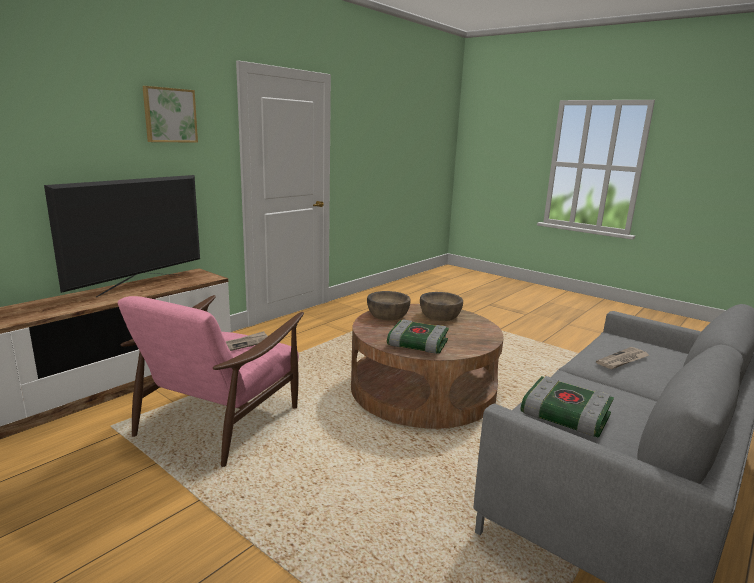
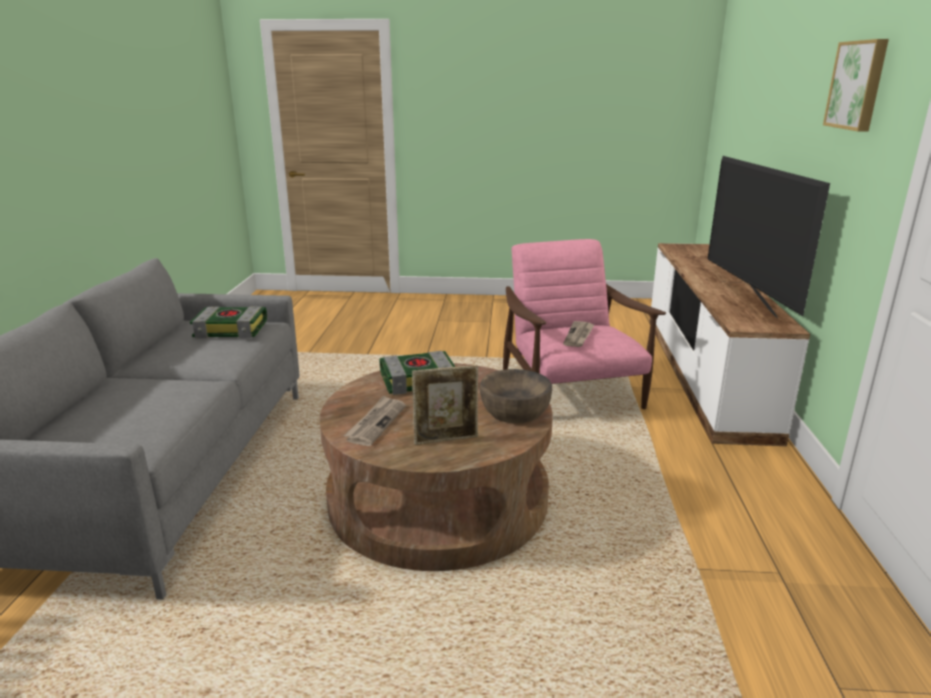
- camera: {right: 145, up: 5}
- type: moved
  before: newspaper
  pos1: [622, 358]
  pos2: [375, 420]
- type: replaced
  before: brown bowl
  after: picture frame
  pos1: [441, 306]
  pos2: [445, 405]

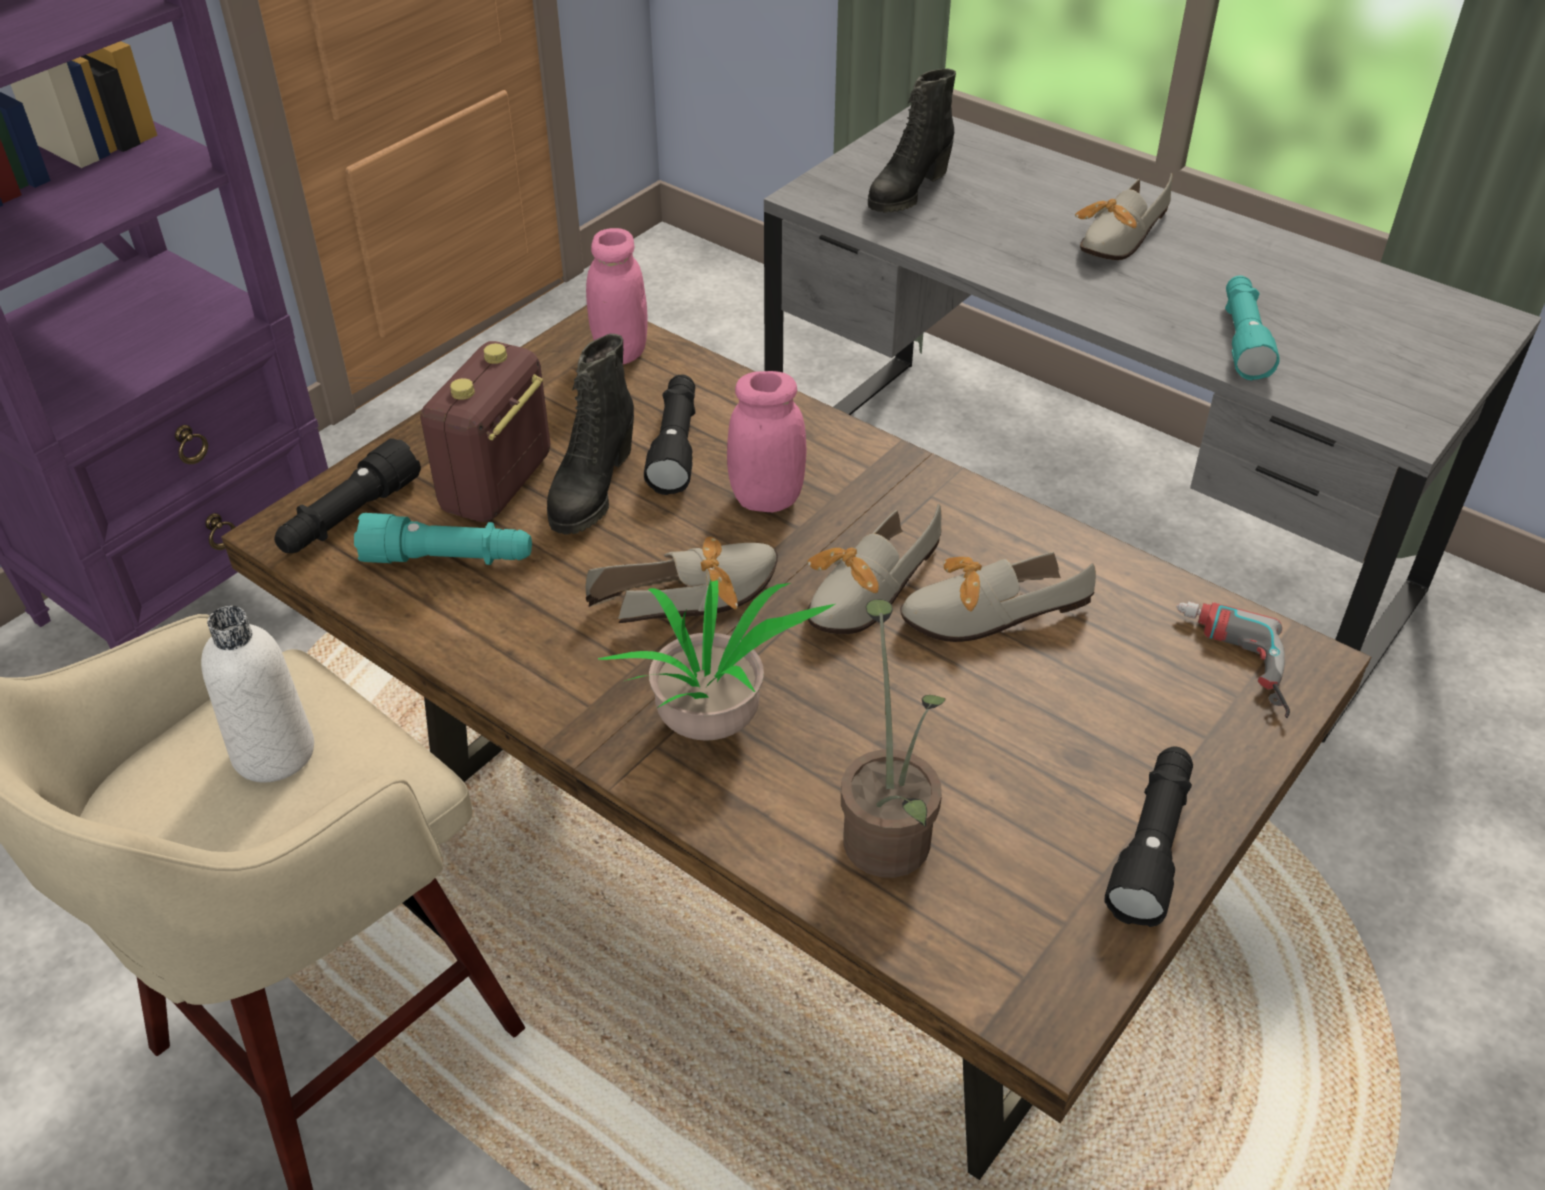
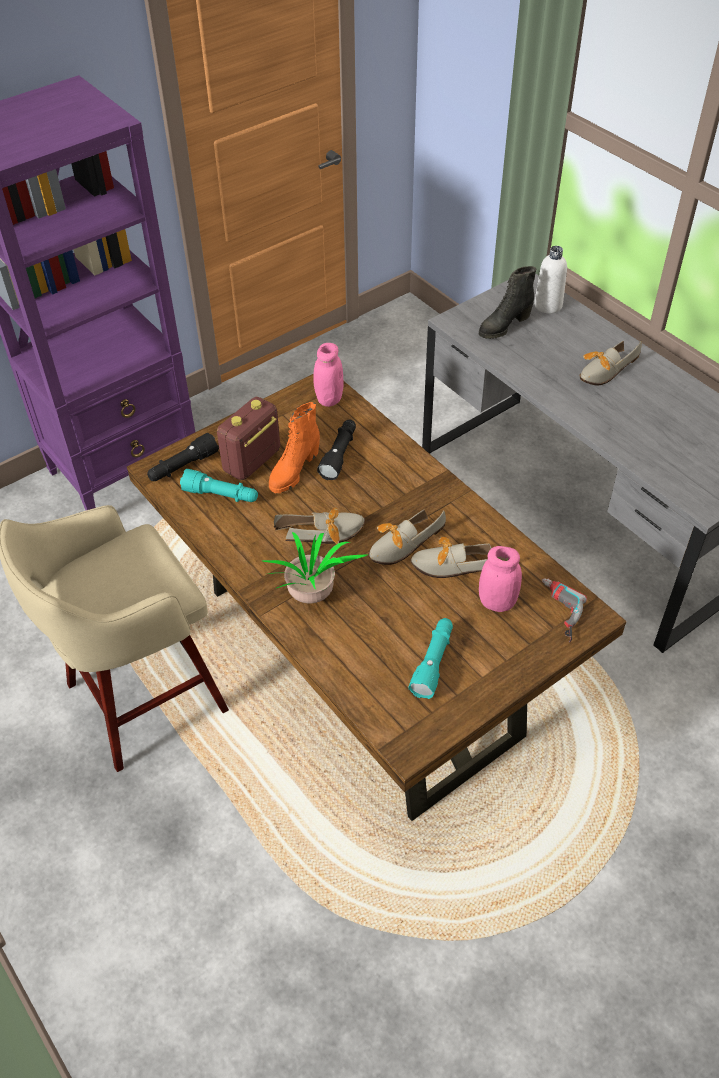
- camera: {right: 15, up: 5}
- type: recoloured
  before: black boot
  after: orange boot
  pos1: [590, 434]
  pos2: [294, 447]
- type: moved
  before: turquoise flashlight
  pos1: [1252, 328]
  pos2: [431, 658]
- type: moved
  before: pink jar
  pos1: [767, 441]
  pos2: [500, 579]
- type: moved
  before: white bottle
  pos1: [257, 694]
  pos2: [550, 280]
- type: removed
  before: potted plant
  pos1: [893, 738]
- type: removed
  before: black flashlight
  pos1: [1149, 837]

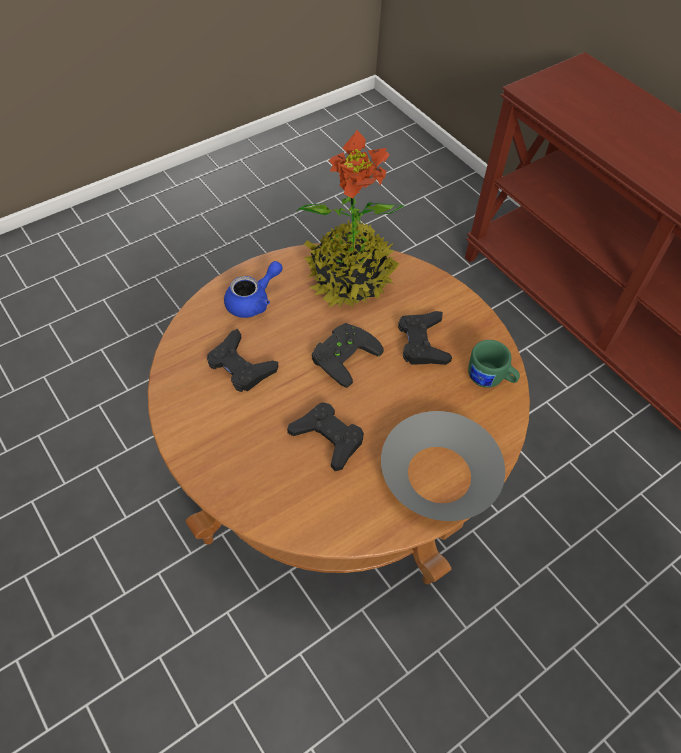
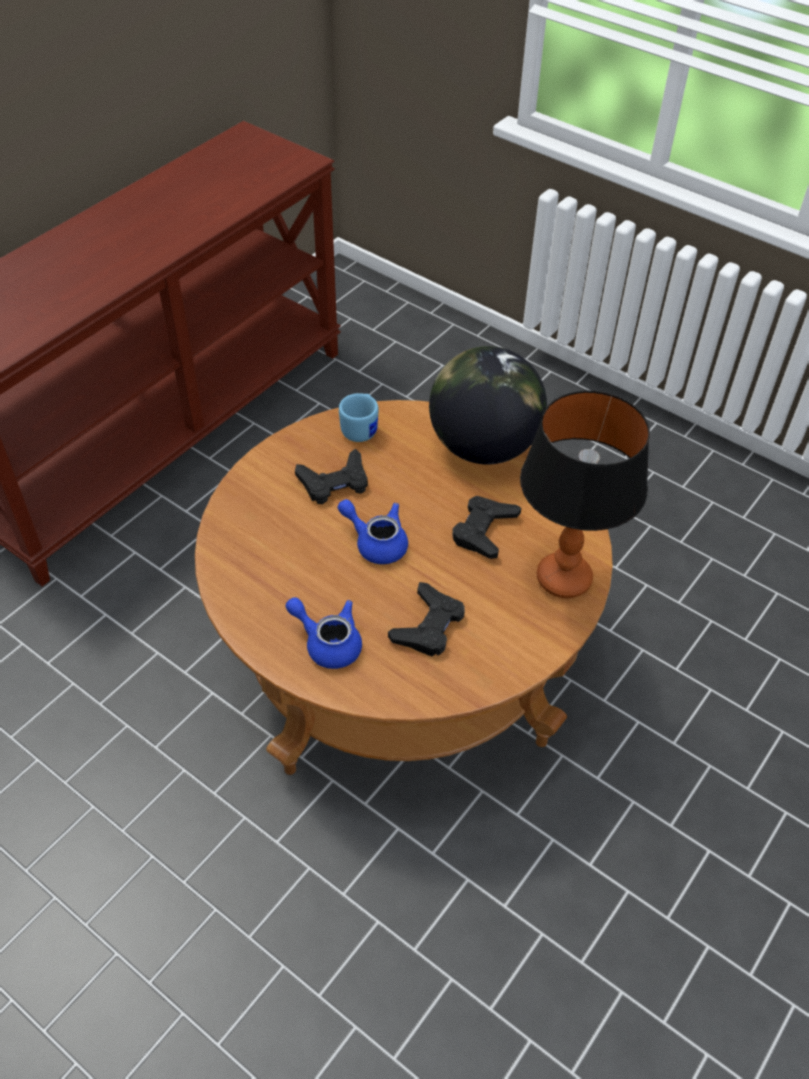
- camera: {right: -105, up: -5}
- type: replaced
  before: black game controller
  after: blue teapot
  pos1: [348, 355]
  pos2: [373, 531]
- type: recoloured
  before: green mug
  after: blue mug
  pos1: [494, 364]
  pos2: [359, 417]
- type: replaced
  before: grey bowl
  after: globe
  pos1: [443, 466]
  pos2: [488, 405]
- type: added
  after: table lamp
  pos2: [585, 494]
- type: removed
  before: potted plant
  pos1: [351, 219]

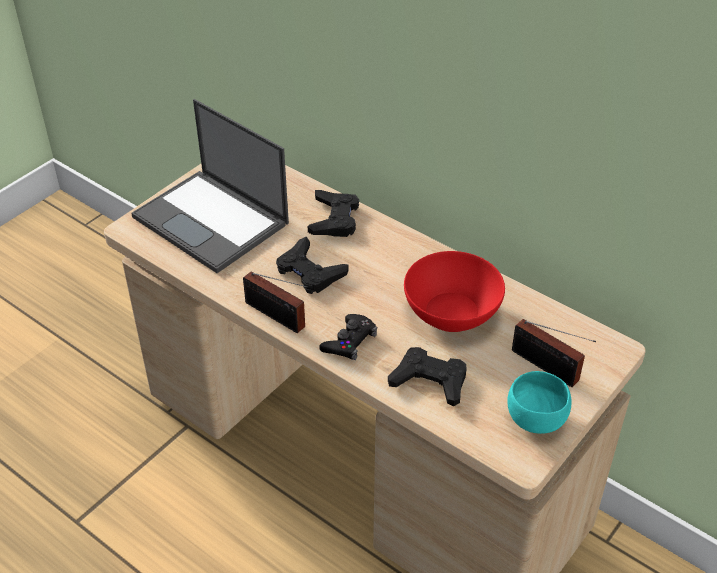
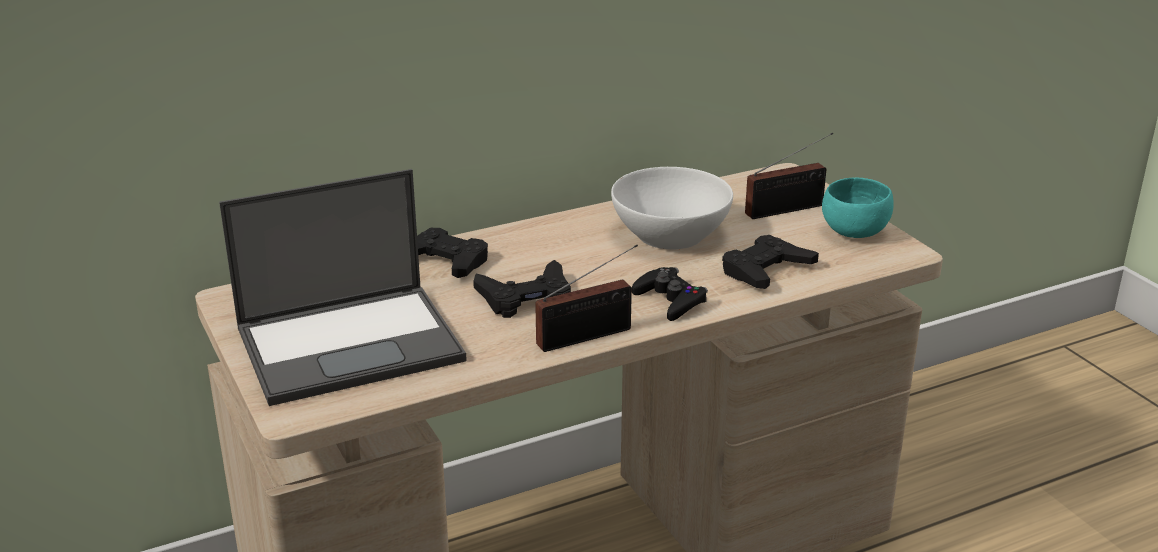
- camera: {right: -65, up: -15}
- type: recoloured
  before: red bowl
  after: white bowl
  pos1: [454, 291]
  pos2: [672, 208]

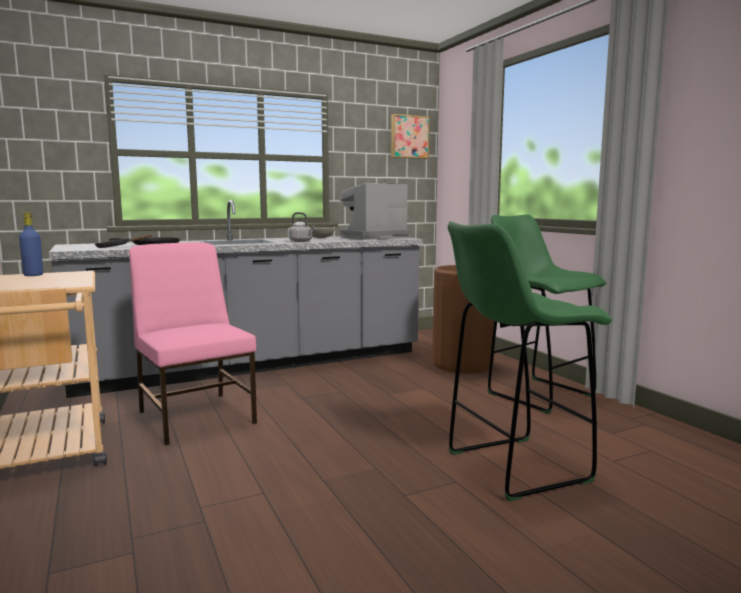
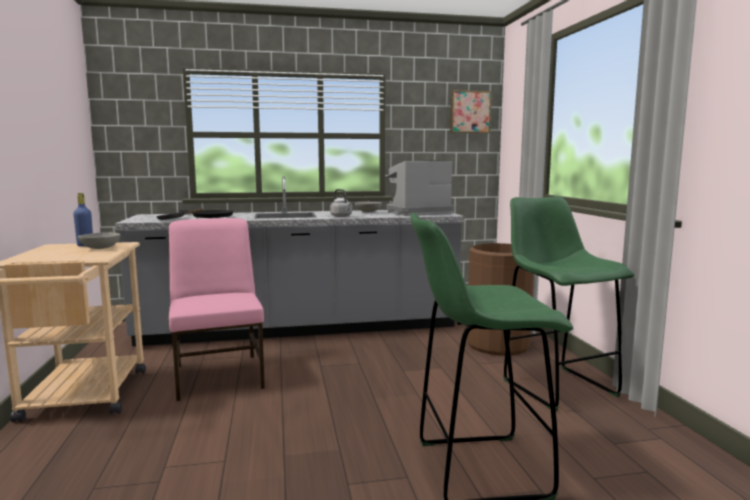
- camera: {right: 15, up: 0}
- type: added
  after: grey bowl
  pos2: [99, 240]

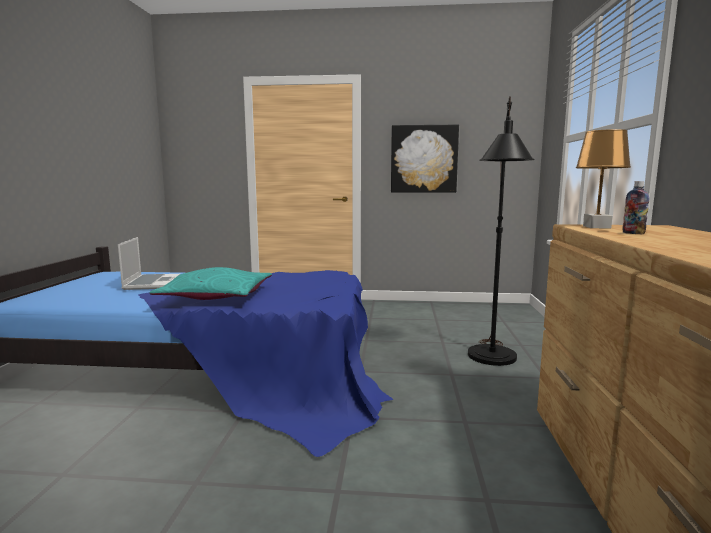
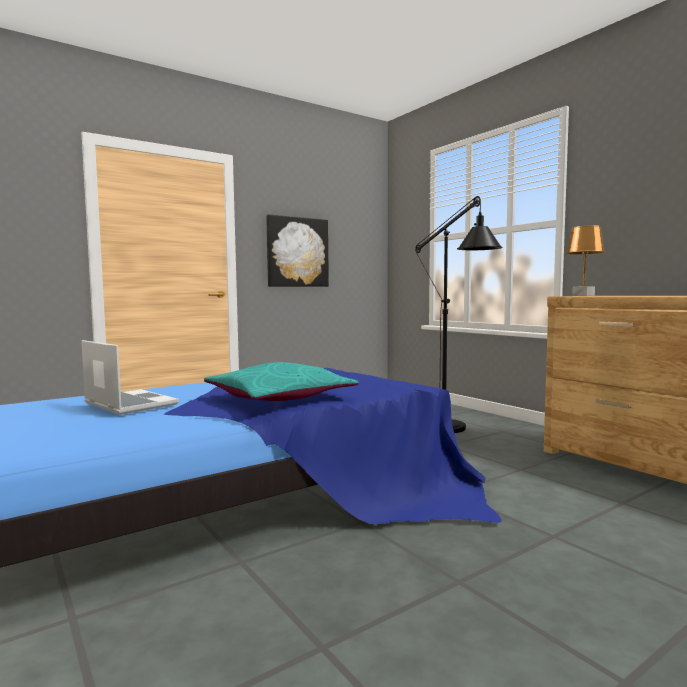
- camera: {right: -40, up: -5}
- type: removed
  before: bottle
  pos1: [635, 207]

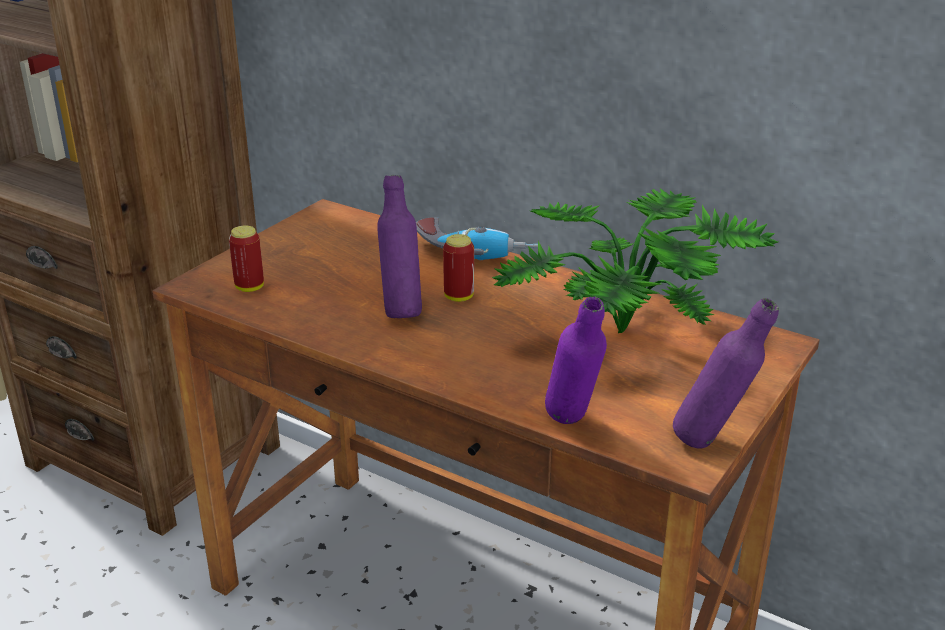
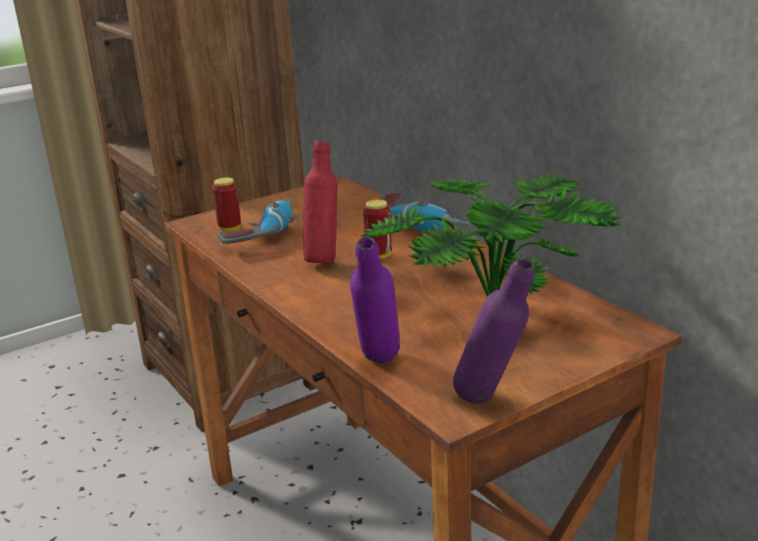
- camera: {right: 25, up: -5}
- type: added
  after: power drill
  pos2: [255, 221]
- type: recoloured
  before: purple bottle
  after: red bottle
  pos1: [399, 246]
  pos2: [320, 201]

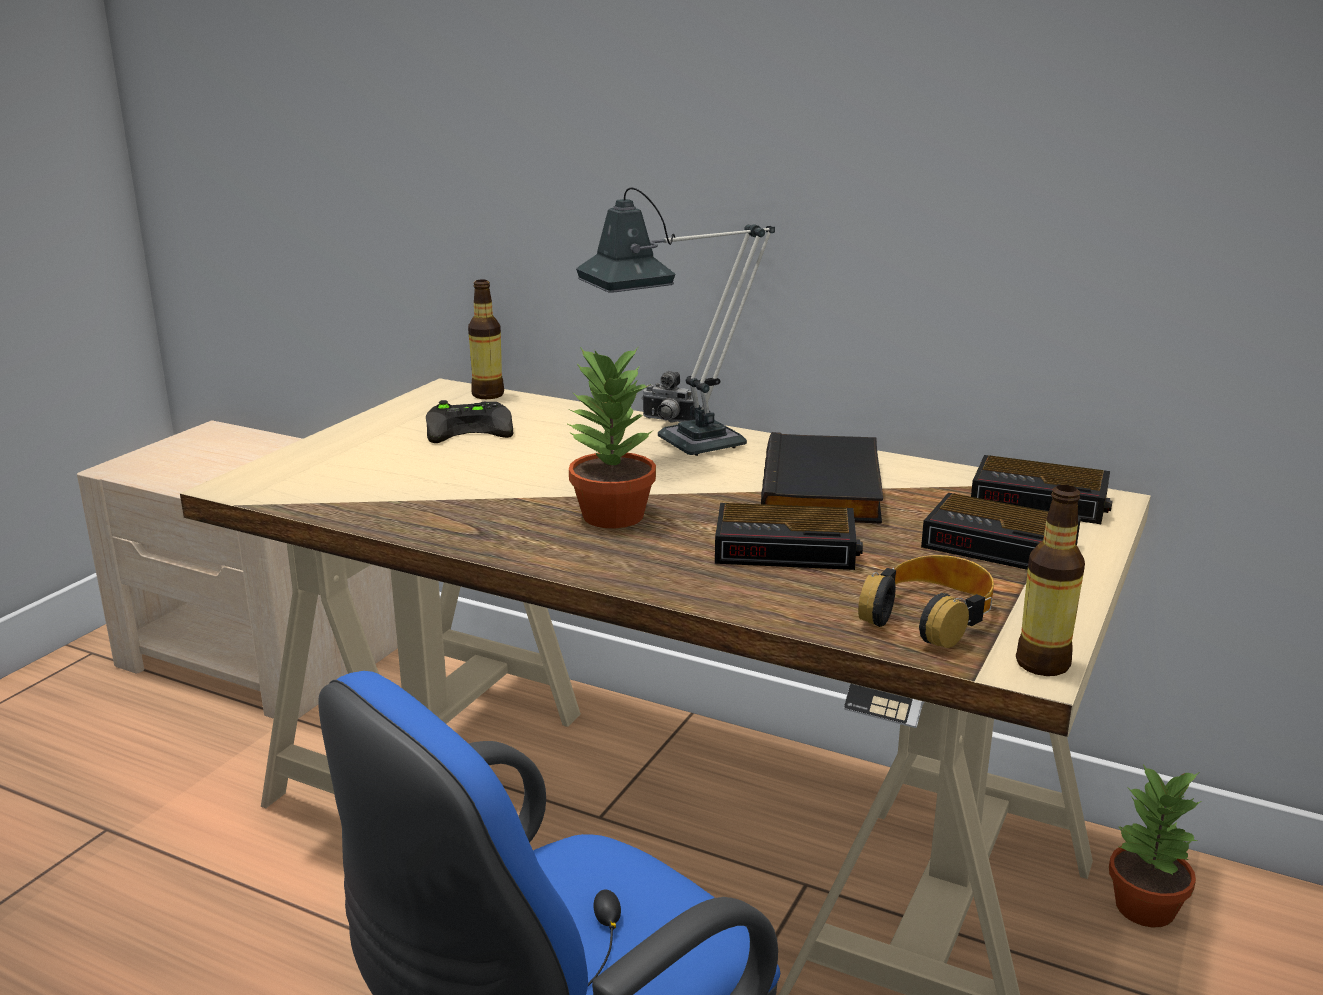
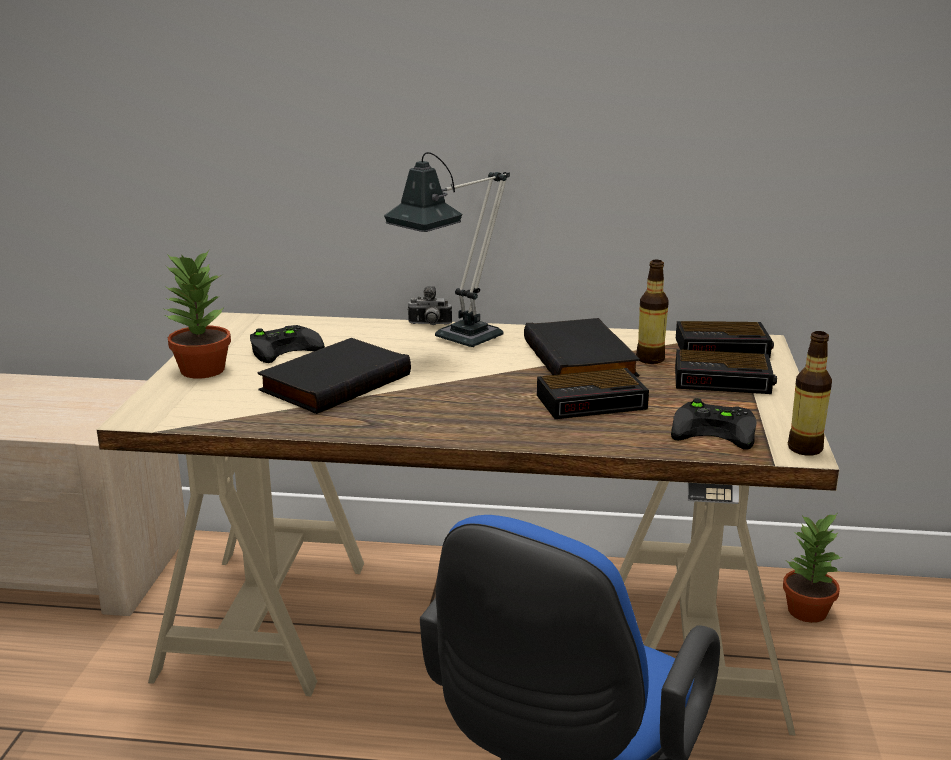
- camera: {right: -20, up: 0}
- type: moved
  before: potted plant
  pos1: [611, 437]
  pos2: [198, 314]
- type: added
  after: black book
  pos2: [334, 376]
- type: moved
  before: bottle
  pos1: [486, 339]
  pos2: [652, 312]
- type: replaced
  before: headphones
  after: black game controller
  pos1: [926, 601]
  pos2: [713, 424]

